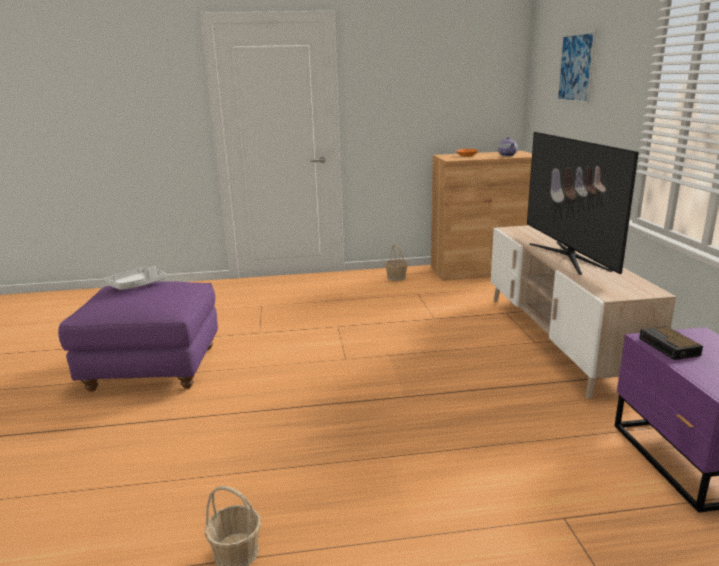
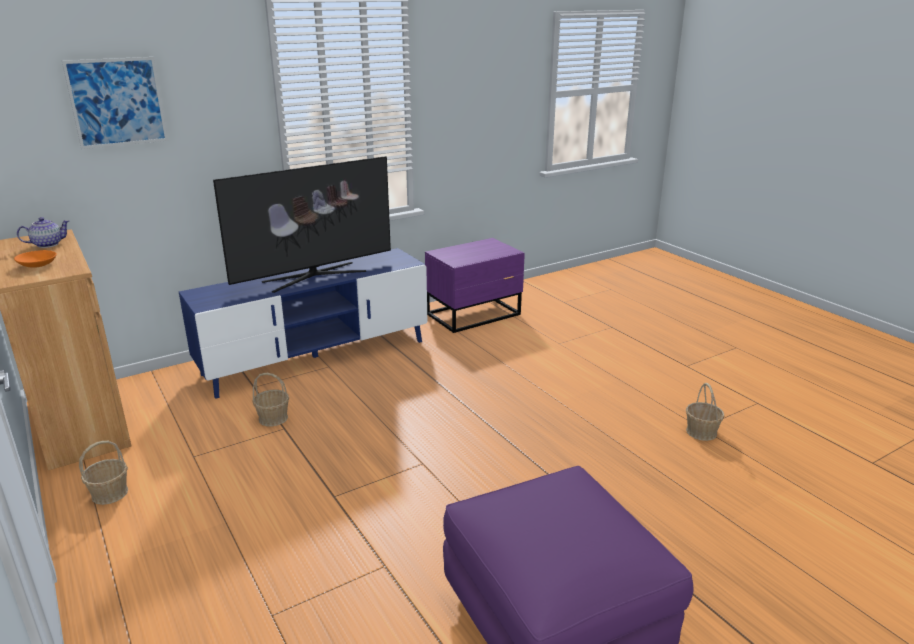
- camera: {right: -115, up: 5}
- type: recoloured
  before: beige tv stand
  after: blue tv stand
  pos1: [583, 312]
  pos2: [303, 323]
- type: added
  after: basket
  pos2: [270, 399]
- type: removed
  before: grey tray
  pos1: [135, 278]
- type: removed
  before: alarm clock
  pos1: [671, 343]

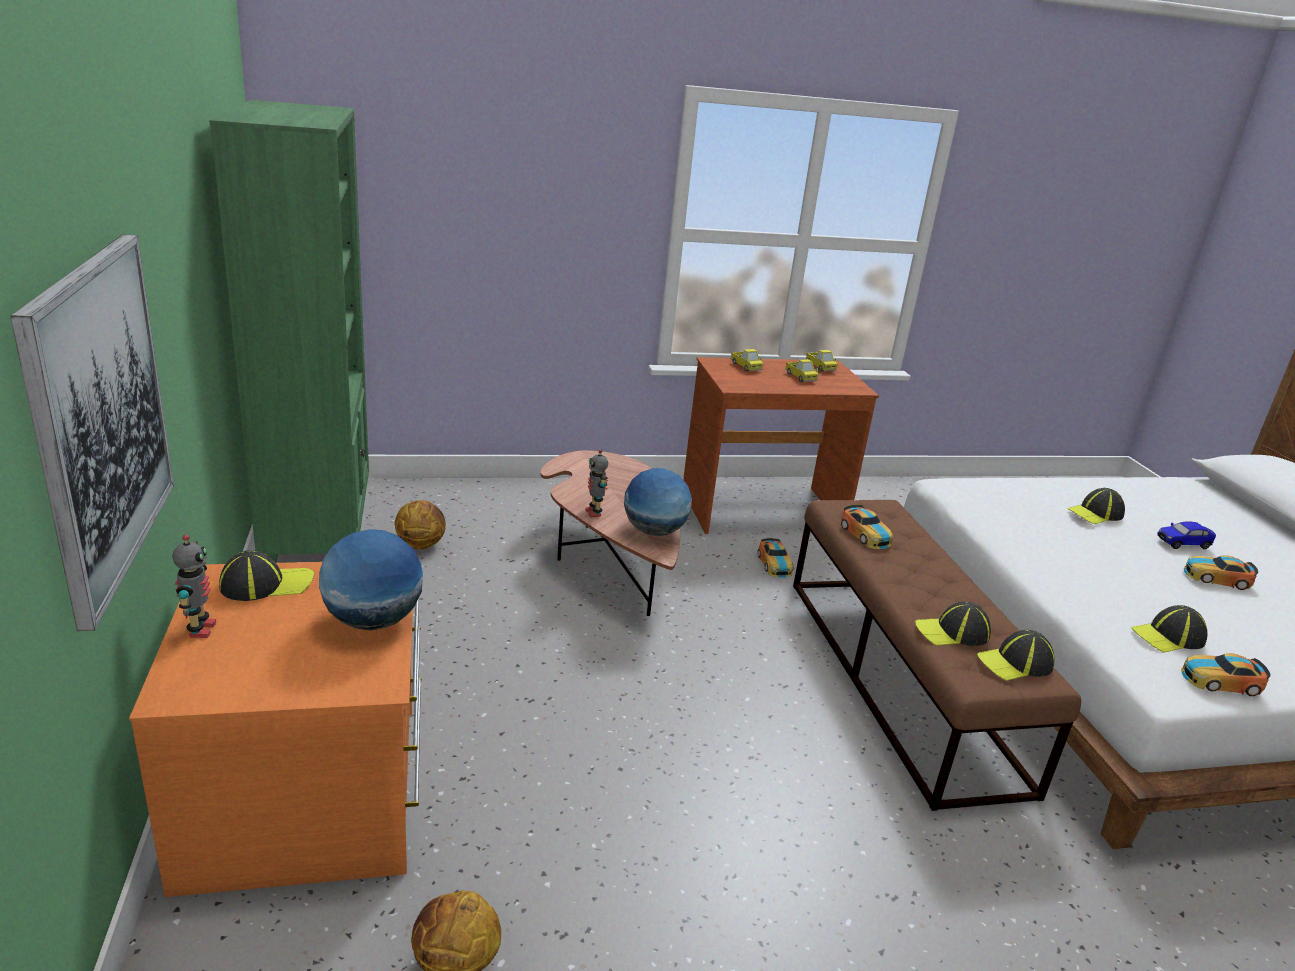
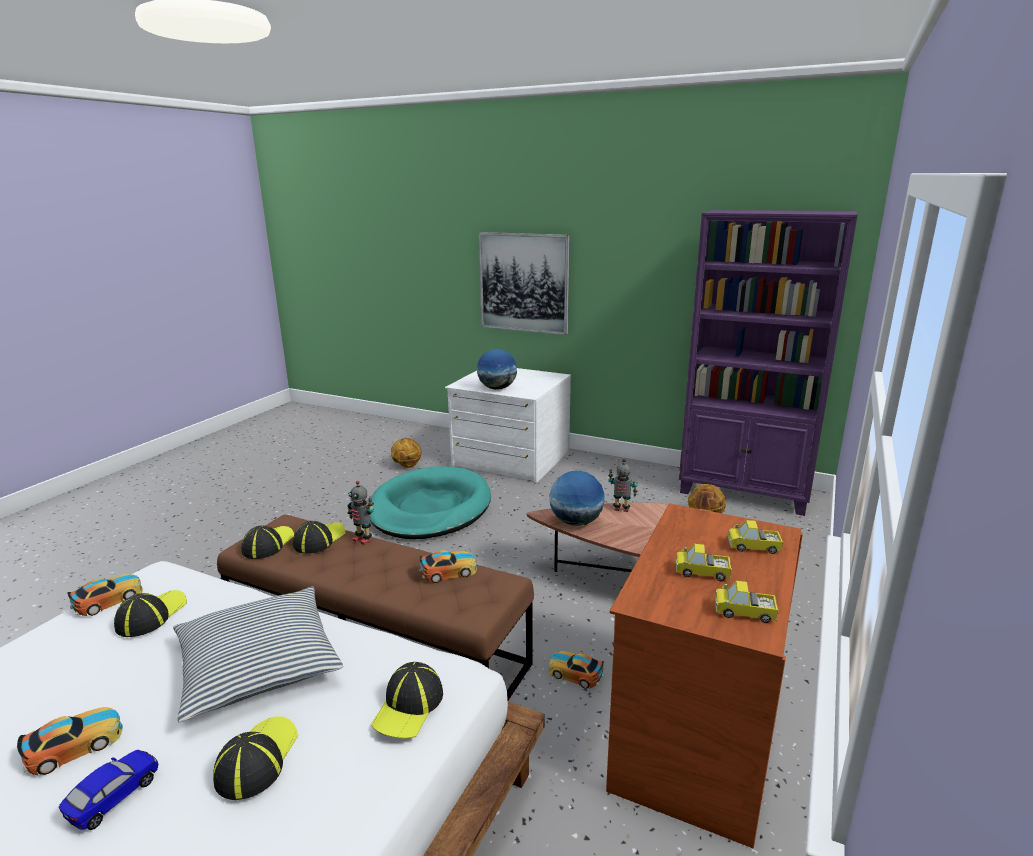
- camera: {right: 130, up: -5}
- type: added
  after: pillow
  pos2: [258, 654]
- type: moved
  before: toy robot
  pos1: [194, 586]
  pos2: [360, 513]
- type: added
  after: turquoise dog bed
  pos2: [430, 502]
- type: moved
  before: cap
  pos1: [266, 575]
  pos2: [407, 700]
- type: turned
  before: toy car
  pos1: [867, 527]
  pos2: [448, 566]
  turn: 150
- type: recoloured
  before: orange dresser
  after: white dresser
  pos1: [275, 729]
  pos2: [508, 425]
- type: recoloured
  before: green bookcase
  after: purple bookcase
  pos1: [289, 331]
  pos2: [768, 363]

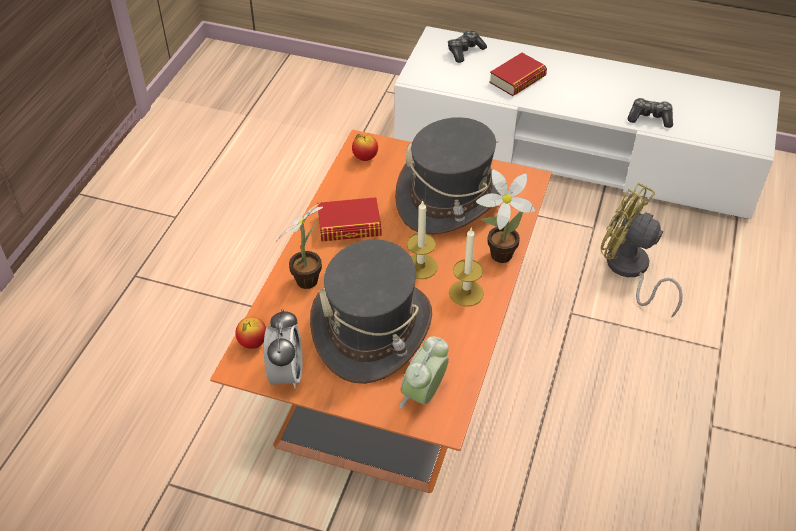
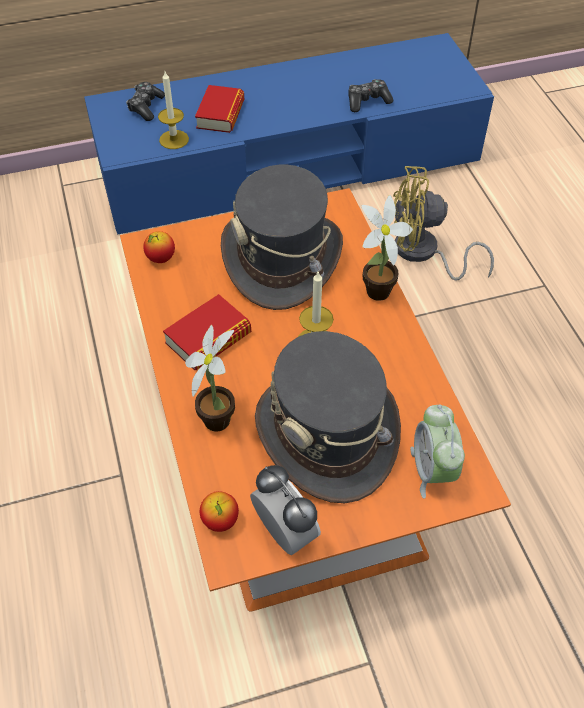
- camera: {right: -35, up: 5}
- type: recoloured
  before: white tv stand
  after: blue tv stand
  pos1: [587, 122]
  pos2: [289, 134]
- type: moved
  before: candle
  pos1: [466, 267]
  pos2: [173, 110]

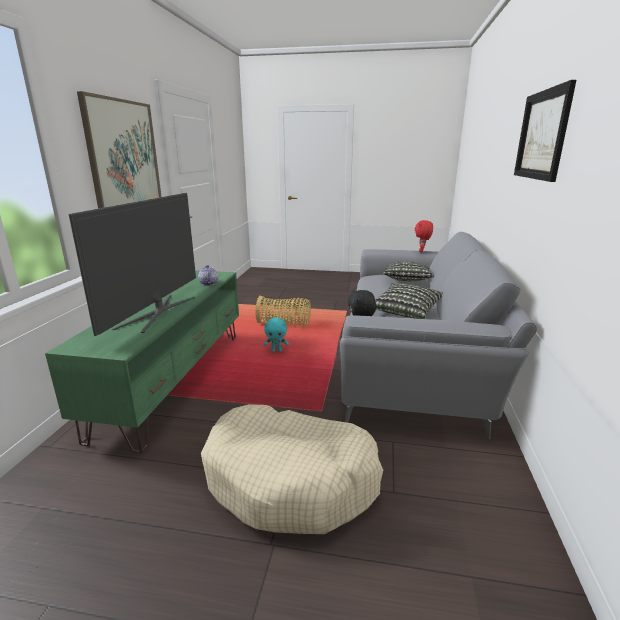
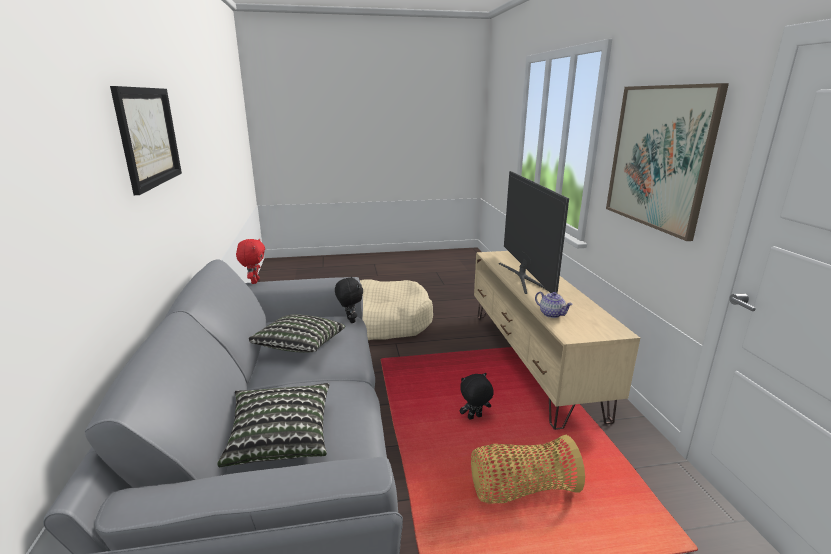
- camera: {right: 160, up: 0}
- type: moved
  before: red plush toy
  pos1: [424, 236]
  pos2: [250, 261]
- type: recoloured
  before: turquoise plush toy
  after: black plush toy
  pos1: [276, 334]
  pos2: [477, 396]
- type: recoloured
  before: green tv stand
  after: beige tv stand
  pos1: [142, 361]
  pos2: [557, 340]

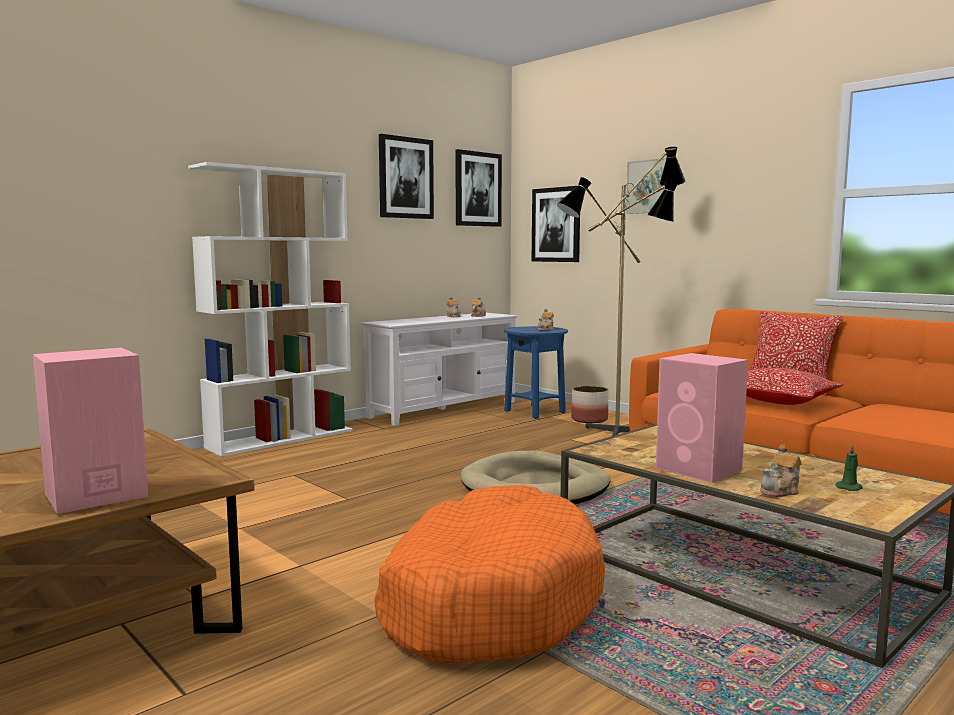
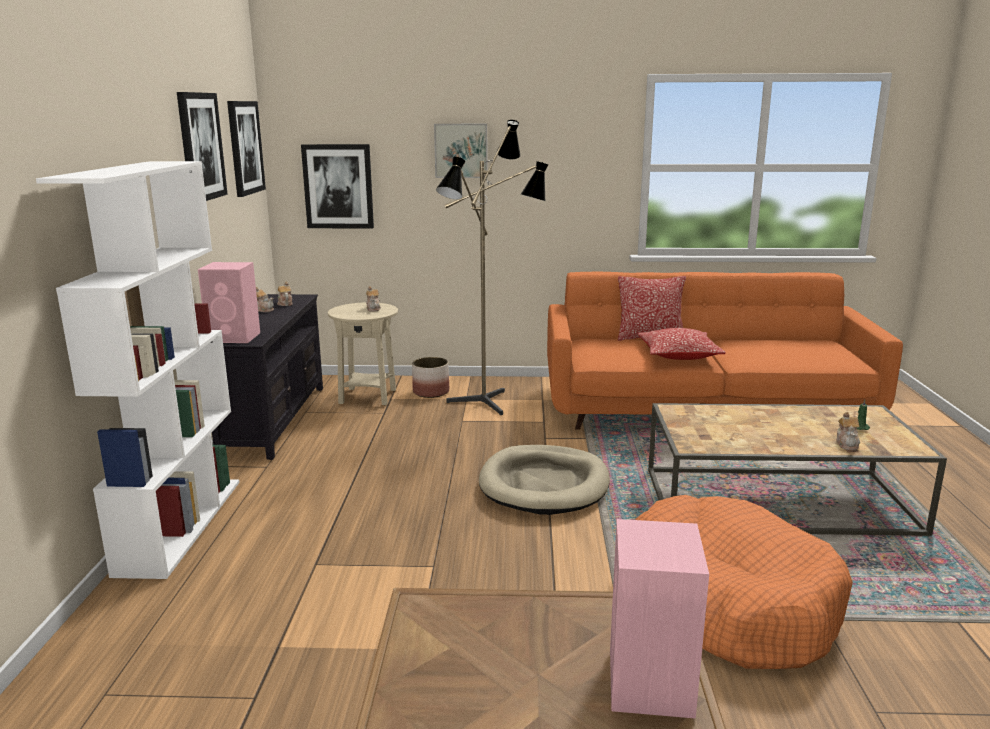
- camera: {right: -45, up: 10}
- type: moved
  before: pink speaker
  pos1: [702, 418]
  pos2: [229, 302]
- type: recoloured
  before: white tv stand
  after: black tv stand
  pos1: [440, 369]
  pos2: [267, 377]
- type: recoloured
  before: blue side table
  after: beige side table
  pos1: [536, 372]
  pos2: [363, 353]

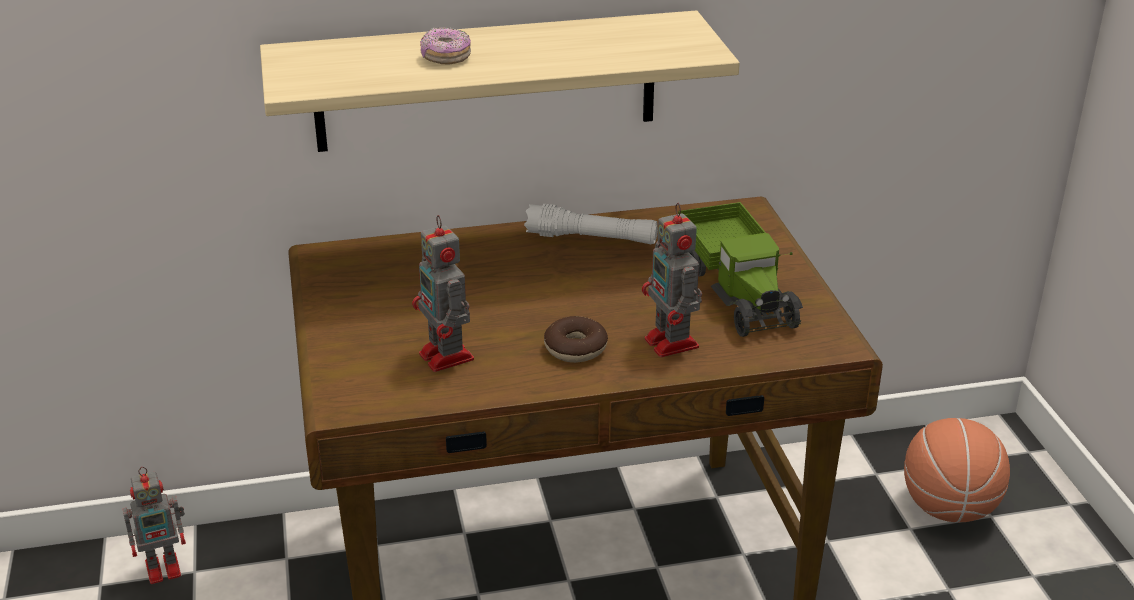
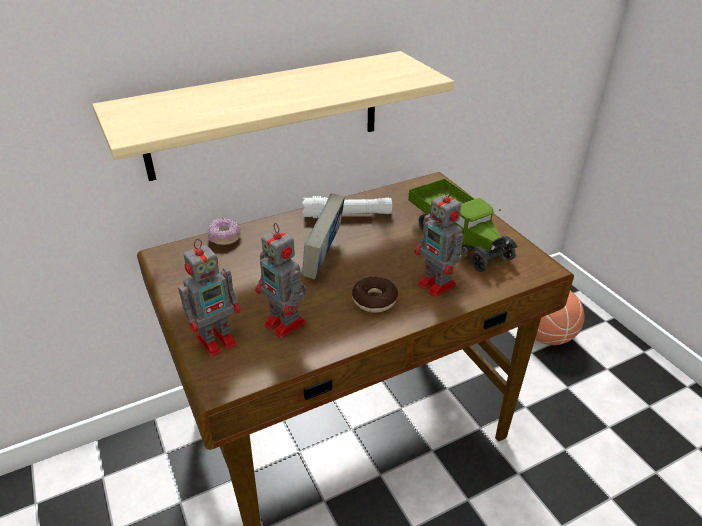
- camera: {right: -15, up: 5}
- type: moved
  before: toy robot
  pos1: [154, 525]
  pos2: [209, 298]
- type: moved
  before: donut
  pos1: [445, 45]
  pos2: [224, 231]
- type: added
  after: book
  pos2: [323, 236]

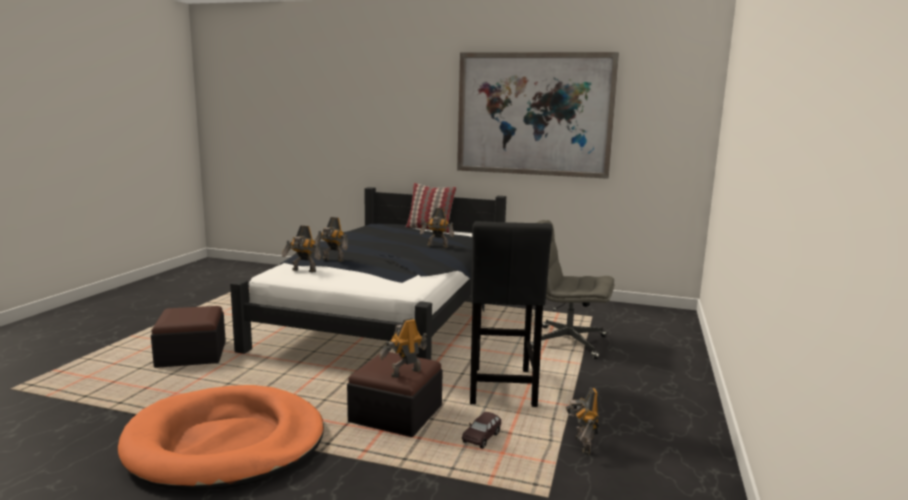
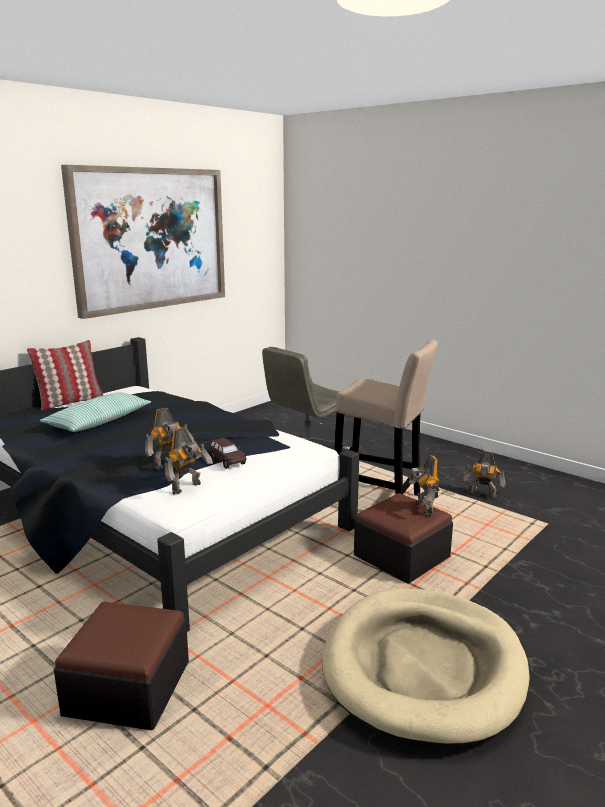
- camera: {right: -65, up: 5}
- type: added
  after: pillow
  pos2: [95, 412]
- type: moved
  before: brown toy car
  pos1: [481, 430]
  pos2: [228, 453]
- type: recoloured
  before: orange dog bed
  after: beige dog bed
  pos1: [221, 438]
  pos2: [426, 667]
- type: recoloured
  before: black stool
  after: beige stool
  pos1: [511, 314]
  pos2: [386, 418]
- type: removed
  before: toy robot
  pos1: [437, 228]

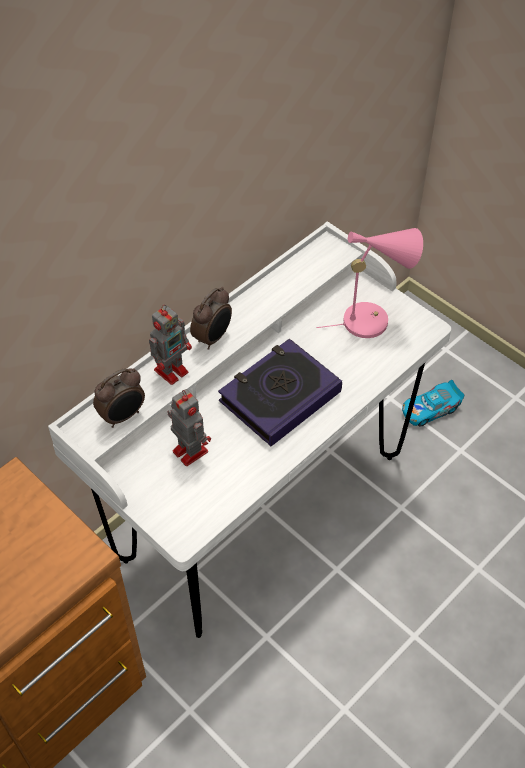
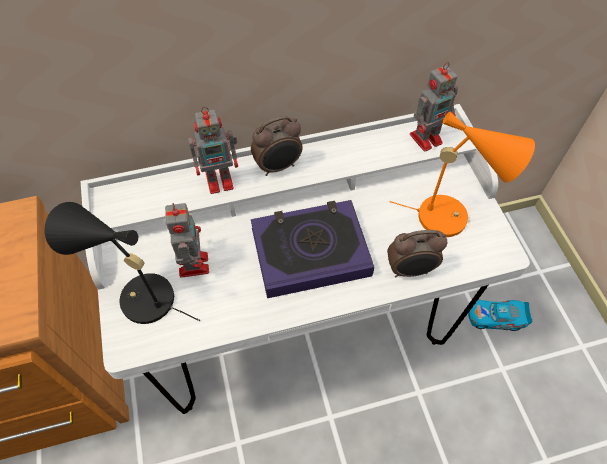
- camera: {right: 30, up: 5}
- type: added
  after: black table lamp
  pos2: [122, 263]
- type: moved
  before: alarm clock
  pos1: [119, 398]
  pos2: [417, 254]
- type: recoloured
  before: pink table lamp
  after: orange table lamp
  pos1: [369, 283]
  pos2: [462, 174]
- type: added
  after: toy robot
  pos2: [434, 107]

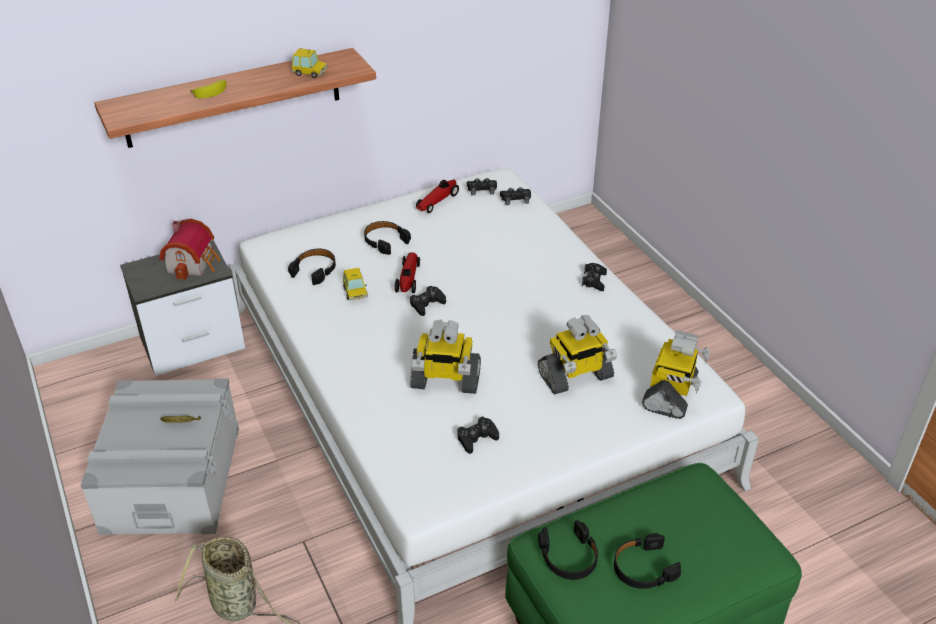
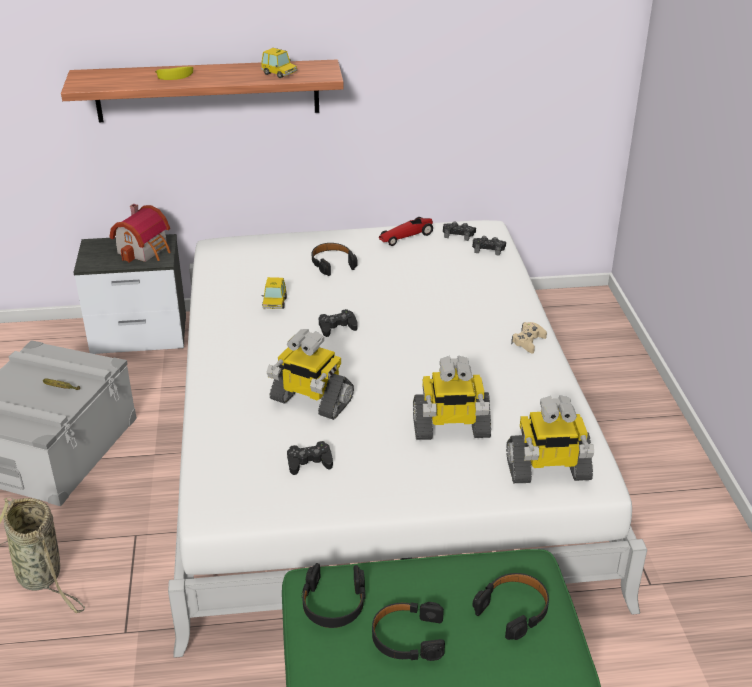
- camera: {right: 20, up: -5}
- type: moved
  before: black headphones
  pos1: [312, 267]
  pos2: [510, 606]
- type: turned
  before: toy robot
  pos1: [676, 374]
  pos2: [550, 439]
  turn: 45
- type: recoloured
  before: black game controller
  after: beige game controller
  pos1: [594, 277]
  pos2: [529, 337]
- type: removed
  before: toy car
  pos1: [407, 273]

